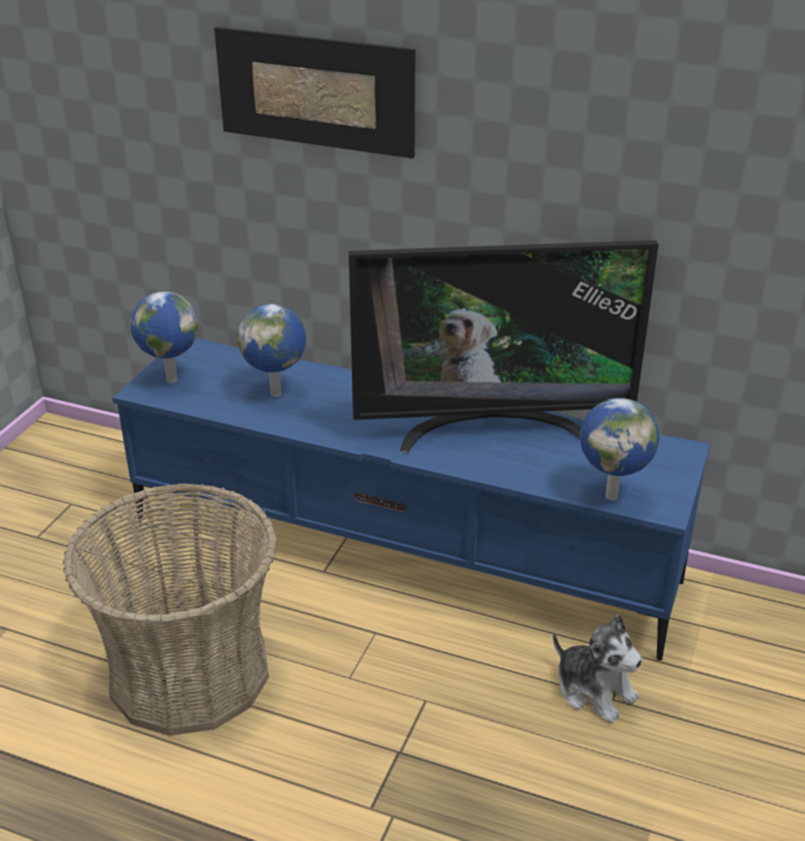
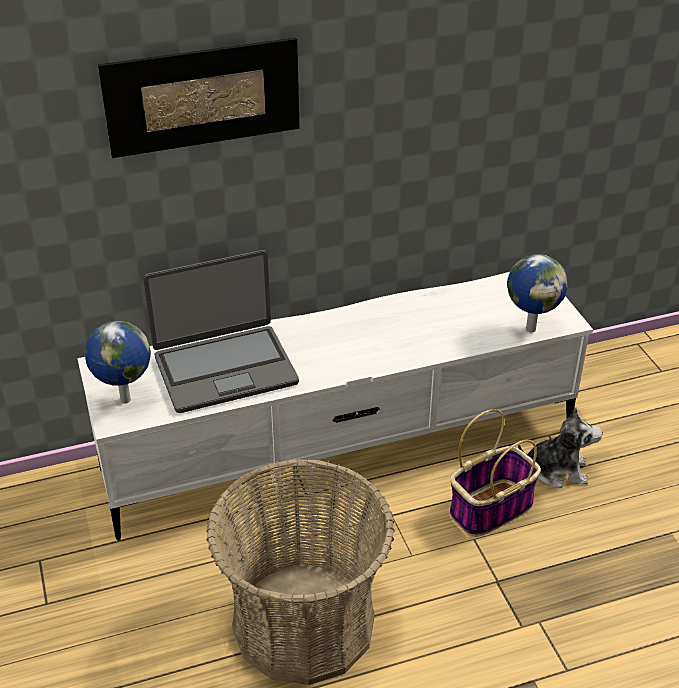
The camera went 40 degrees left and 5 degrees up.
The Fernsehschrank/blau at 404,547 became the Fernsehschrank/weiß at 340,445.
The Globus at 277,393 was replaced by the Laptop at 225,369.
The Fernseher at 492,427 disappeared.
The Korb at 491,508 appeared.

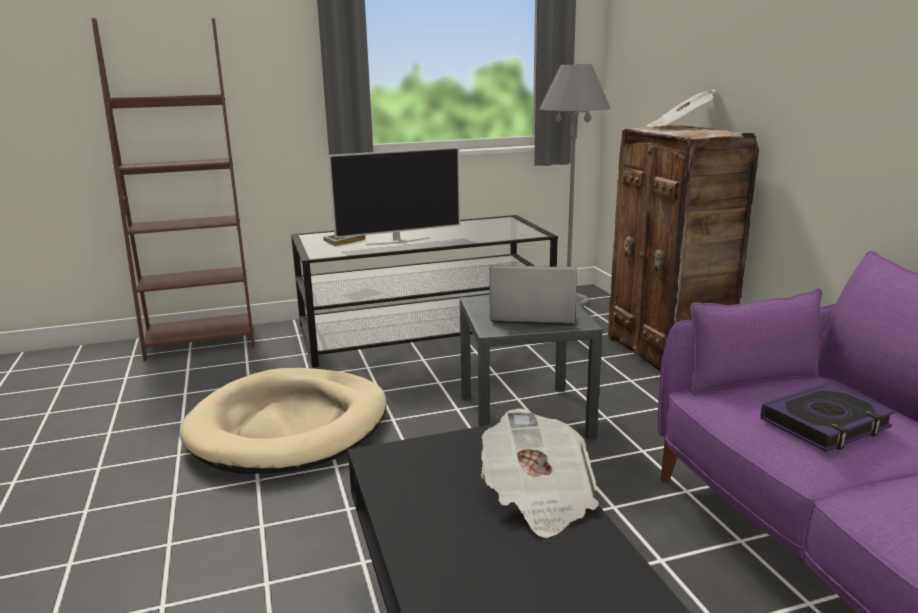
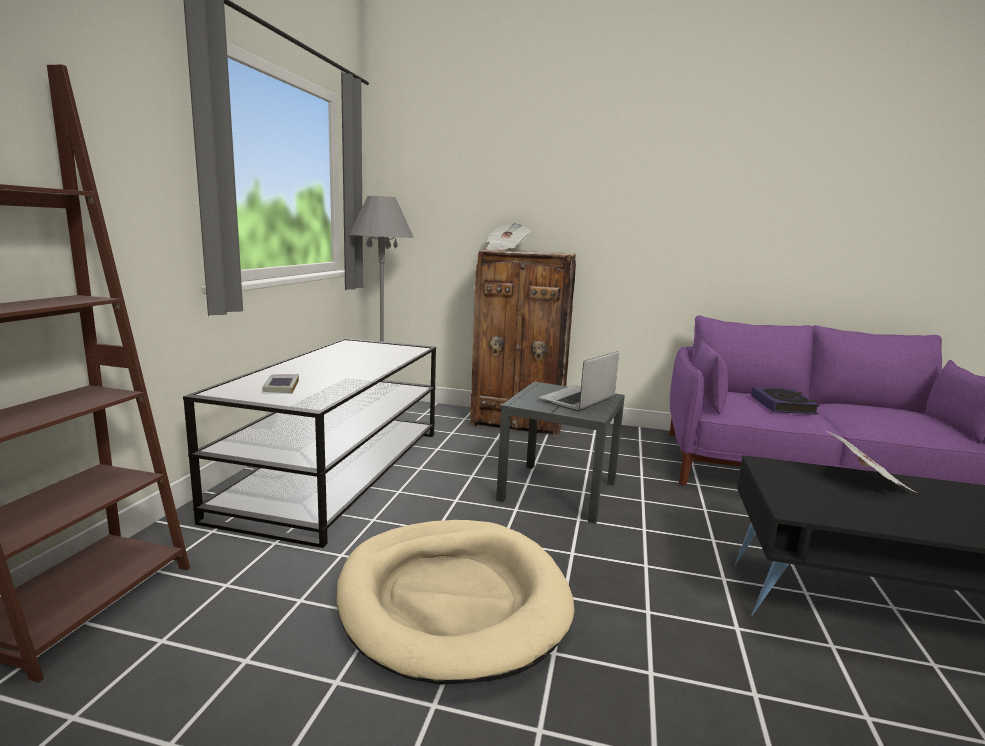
The camera went 60 degrees left and 5 degrees down.
The Fernseher at 398,241 disappeared.

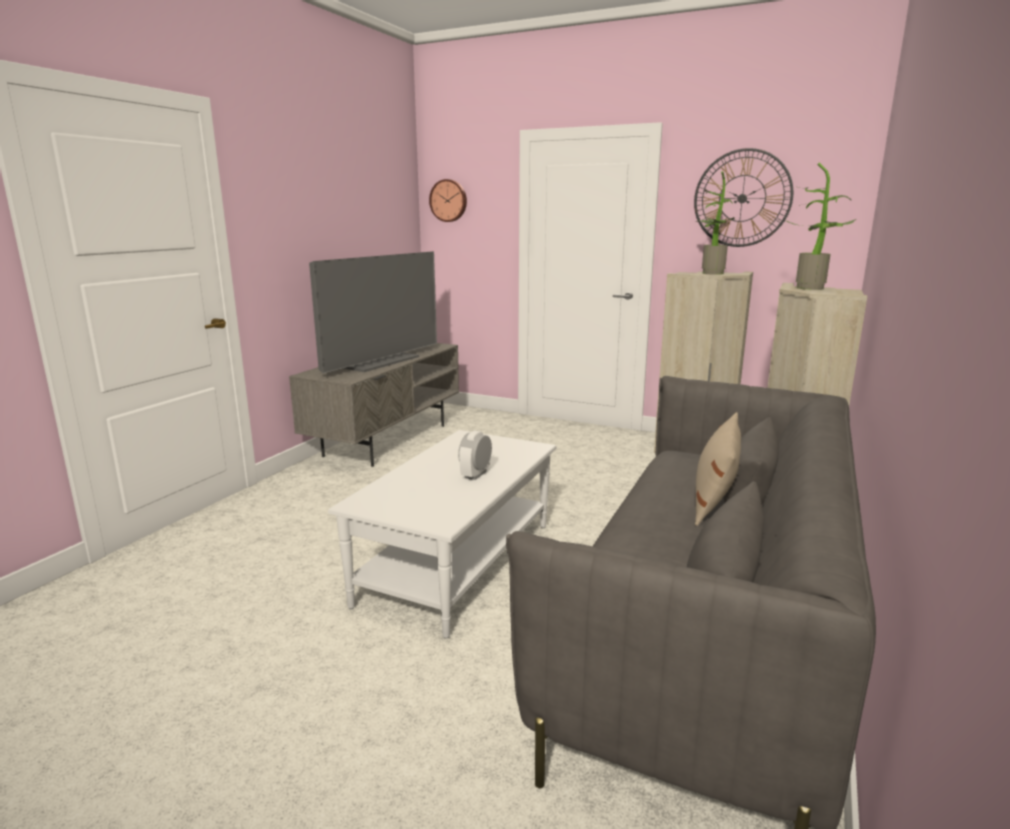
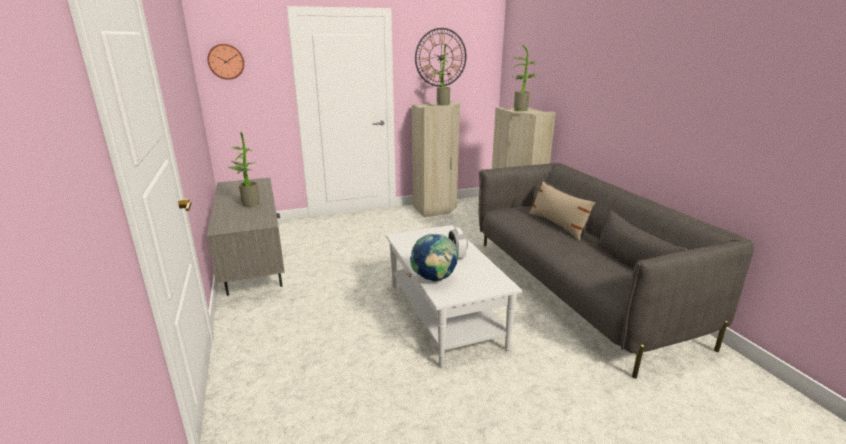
The camera went 45 degrees left and 5 degrees up.
The Fernseher at 379,361 was replaced by the Topfpflanze at 248,204.
The Globus at 434,279 appeared.

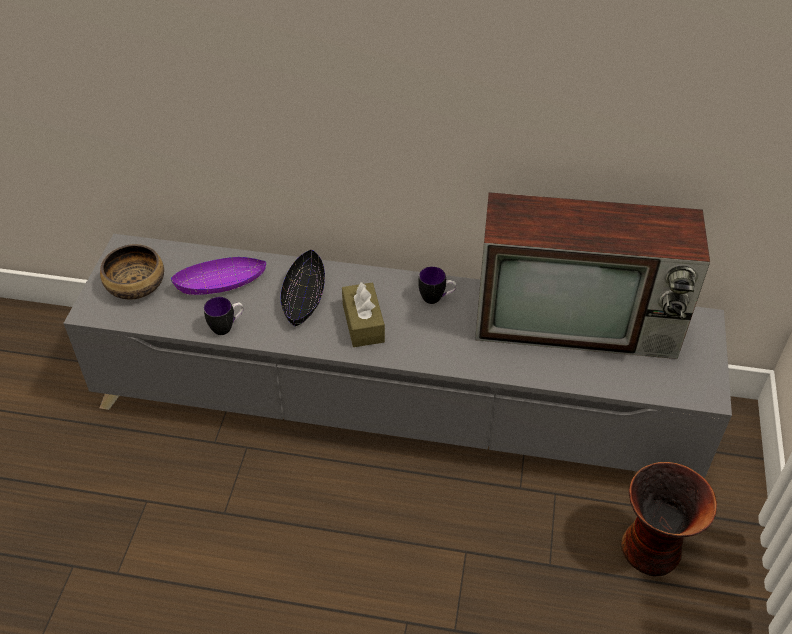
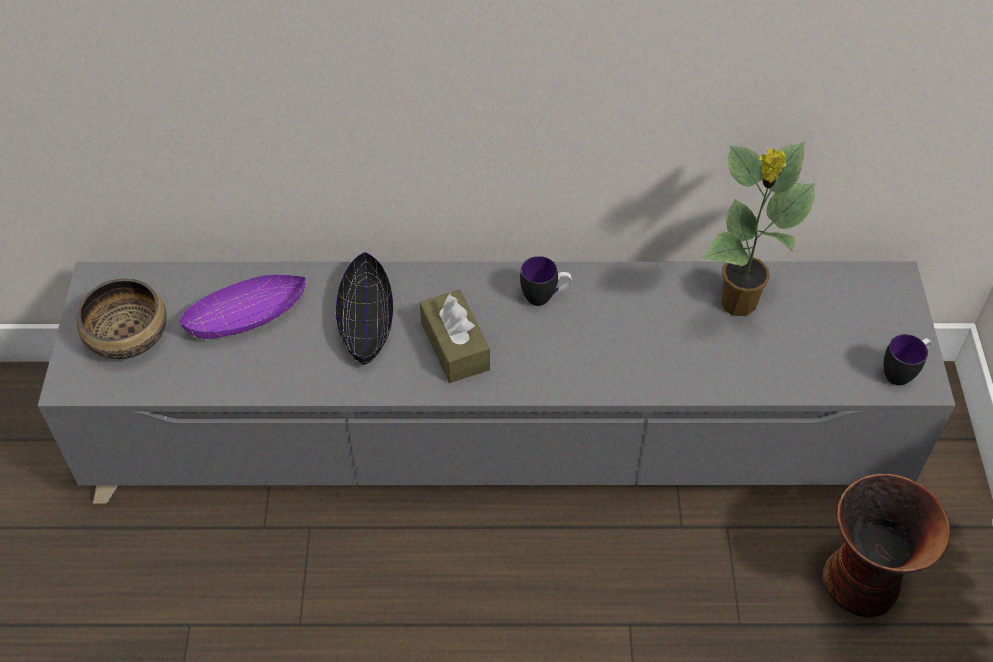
The camera went 10 degrees left and 5 degrees up.
The Henkelbecher moved from 227,327 to 902,372.
The Fernseher at 579,322 was replaced by the Topfpflanze at 738,305.

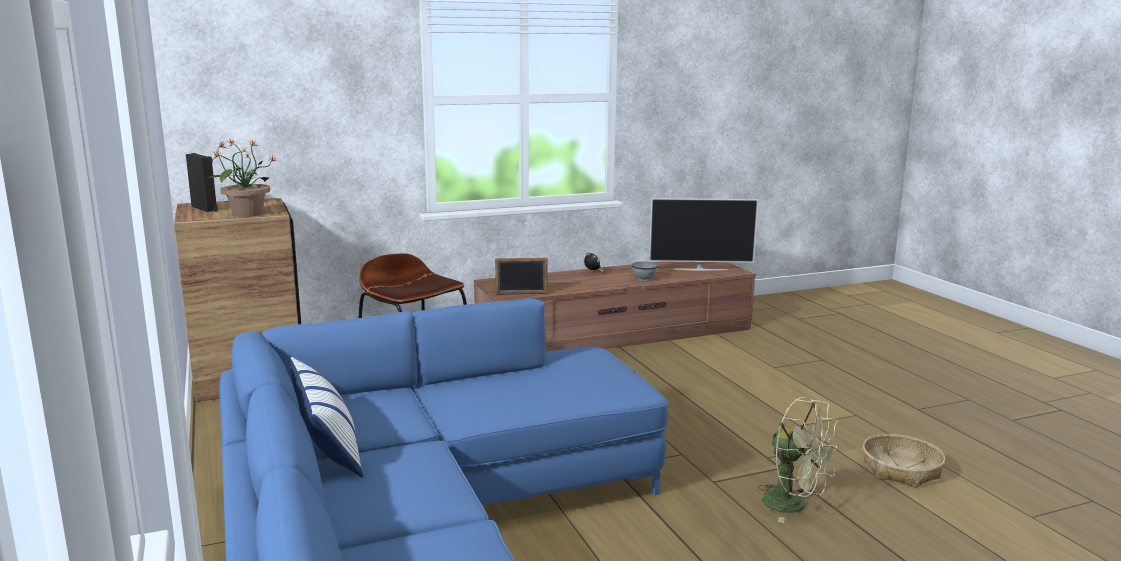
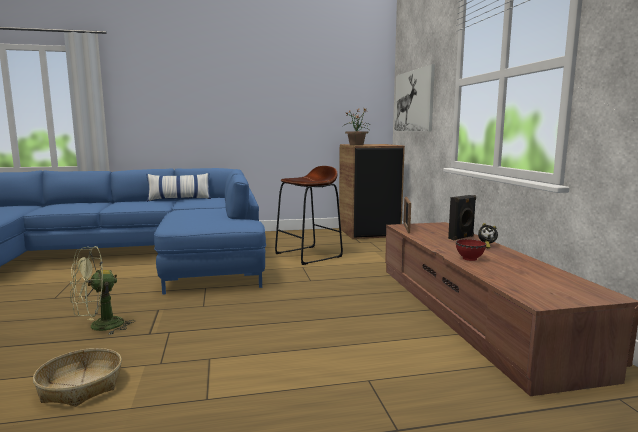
The camera went 100 degrees right and 5 degrees down.
The Lautsprecher/schwarz moved from 205,209 to 461,237.
The Schüssel/grau at 644,279 became the Schüssel/rot at 470,258.
The Fernseher at 700,269 disappeared.
The Bild at 413,101 appeared.

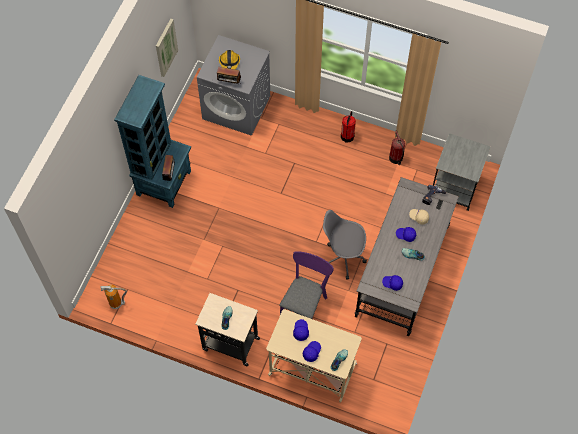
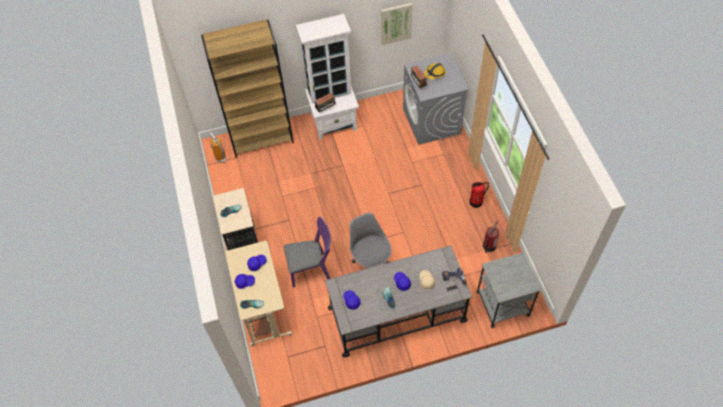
The camera went 55 degrees right and 5 degrees down.
The Schrank/blau at 164,183 became the Schrank/weiß at 334,122.
The Bücherregal/braun at 262,138 appeared.

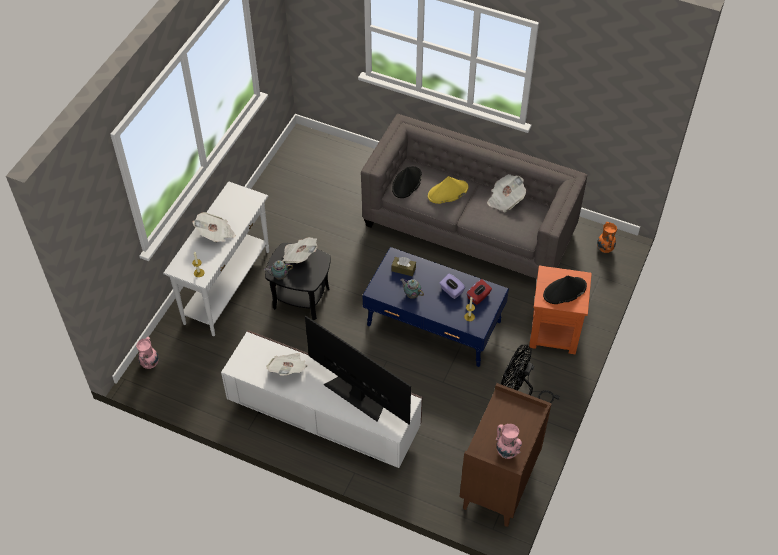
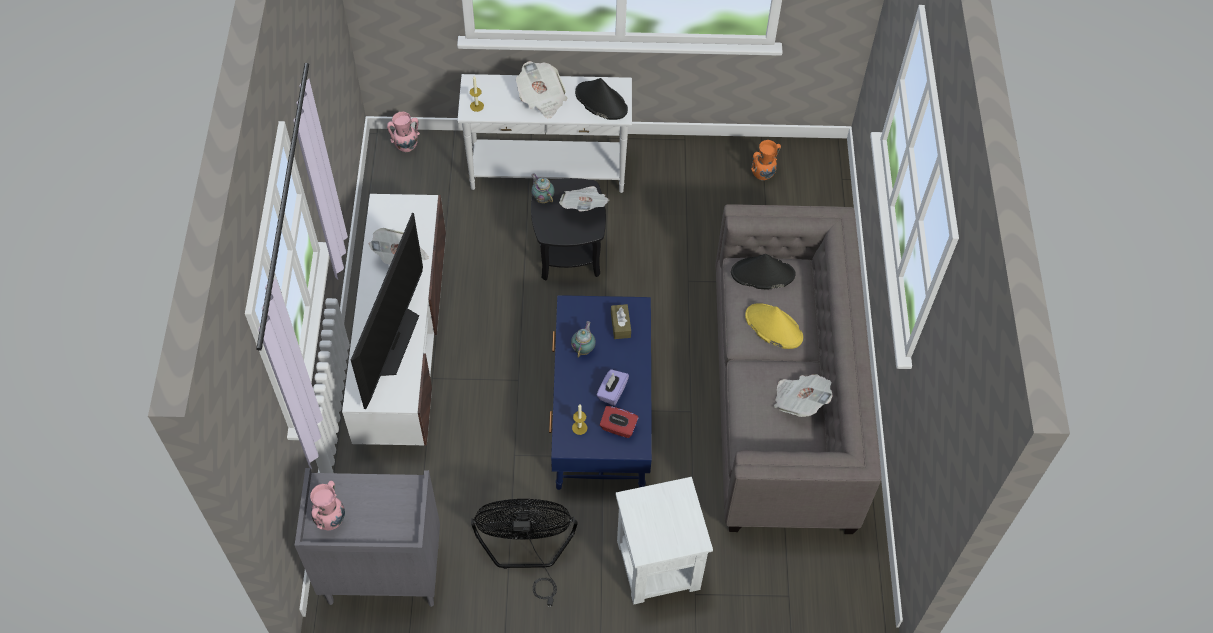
The camera went 65 degrees right and 5 degrees up.
The Schrank/braun at 498,486 became the Schrank/grau at 383,574.
The Beistelltisch/orange at 553,332 became the Beistelltisch/weiß at 657,564.
The Hut/schwarz moved from 564,291 to 601,101.
The Vase/orange moved from 605,249 to 763,175.

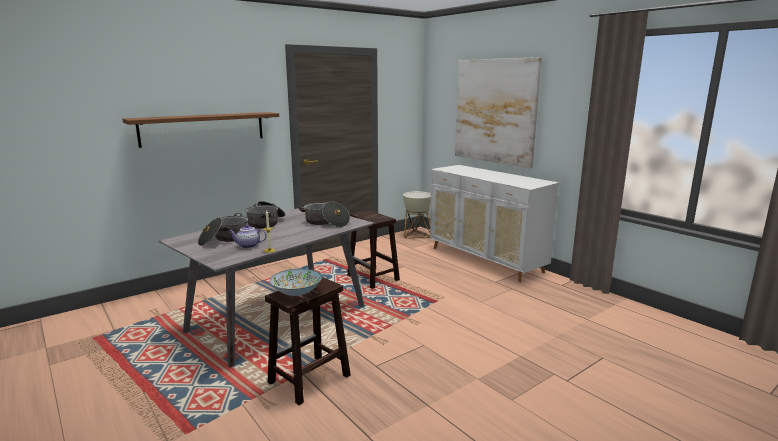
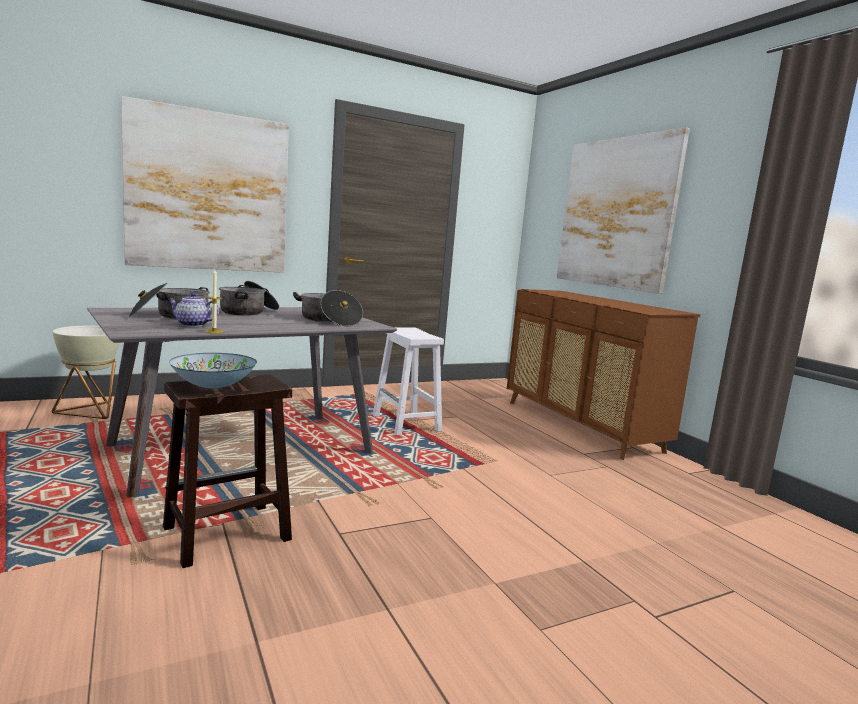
The camera went 10 degrees right and 5 degrees down.
The Wandregal/braun at 203,128 was replaced by the Bild at 209,192.
The Hocker/braun at 373,278 became the Hocker/weiß at 407,423.
The Pflanzkübel moved from 417,235 to 91,411.
The Schrank/weiß at 485,260 became the Schrank/braun at 580,425.

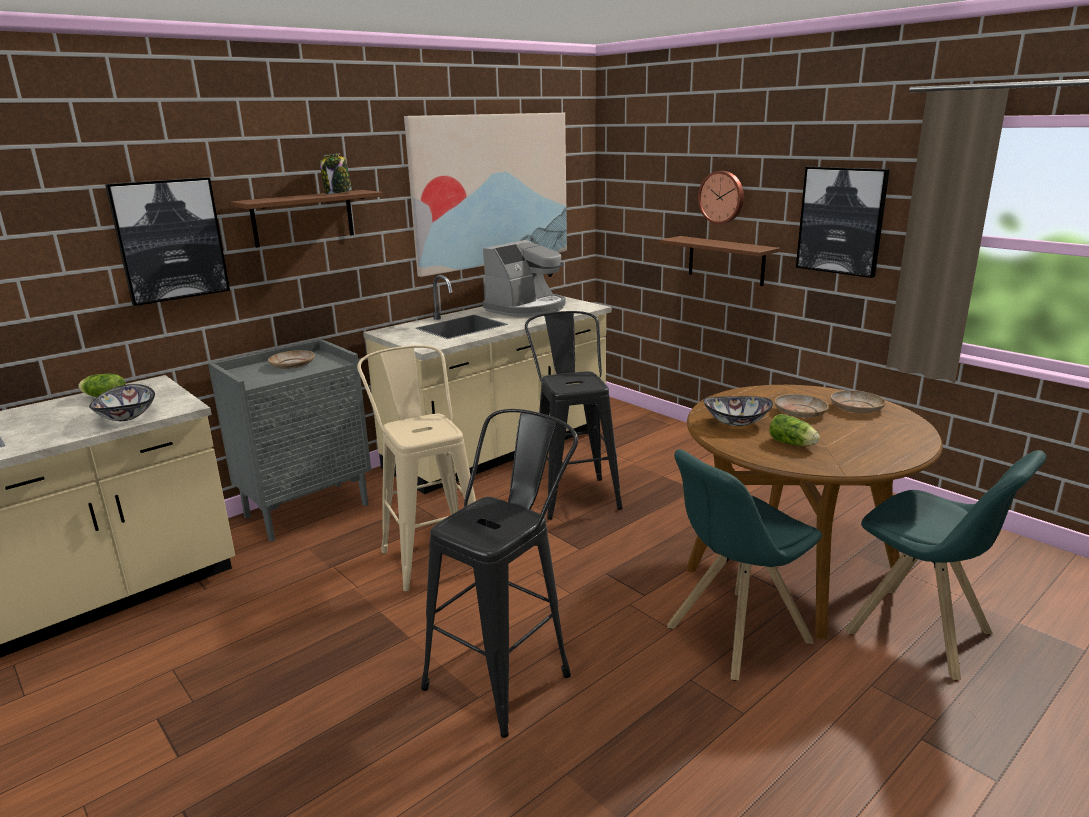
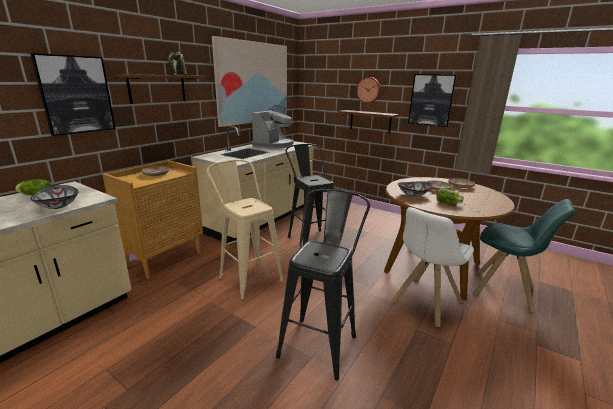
The camera went 15 degrees left and 0 degrees up.
The Schrank/grau at 308,510 became the Schrank/braun at 165,259.
The Stuhl/türkis at 736,634 became the Stuhl/weiß at 425,302.

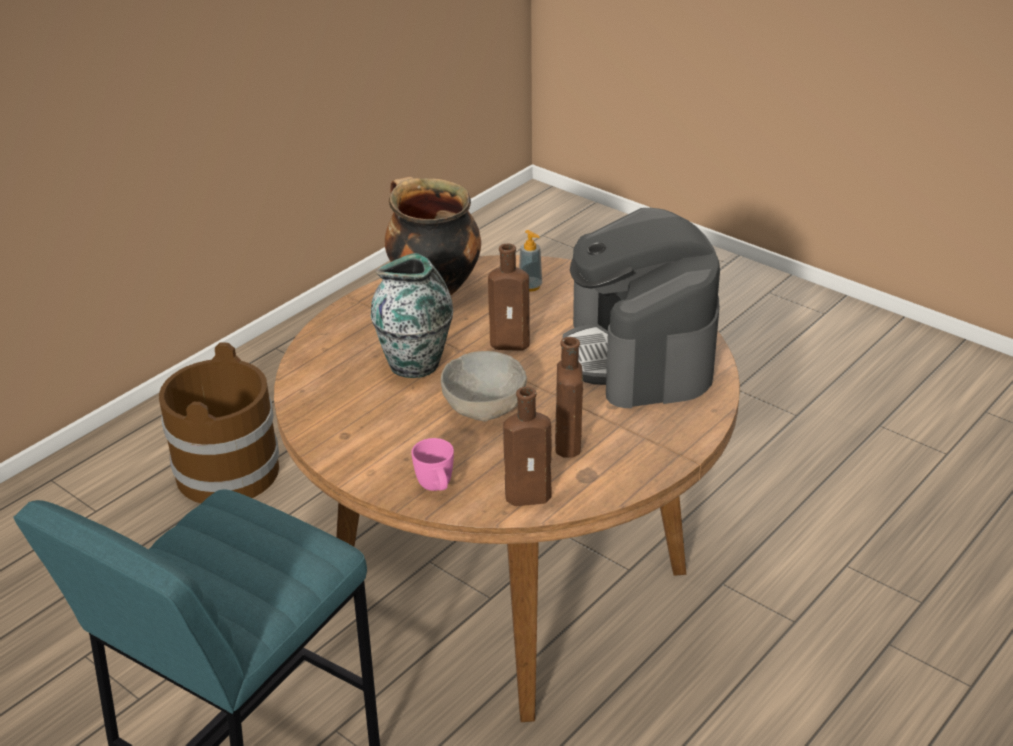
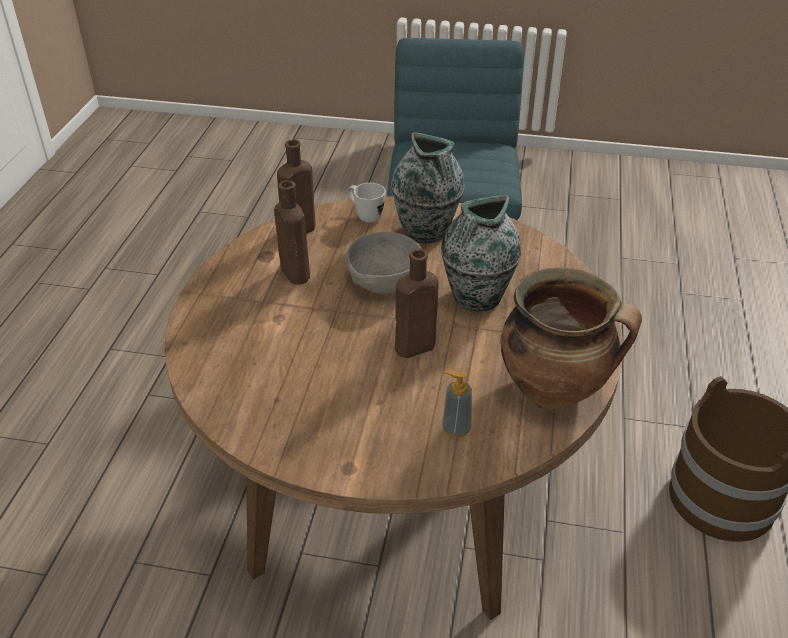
The camera went 150 degrees right and 5 degrees up.
The Henkelbecher/rosa at 437,489 became the Henkelbecher/weiß at 365,216.
The Kaffeemaschine at 639,355 disappeared.
The Vase at 426,232 appeared.

